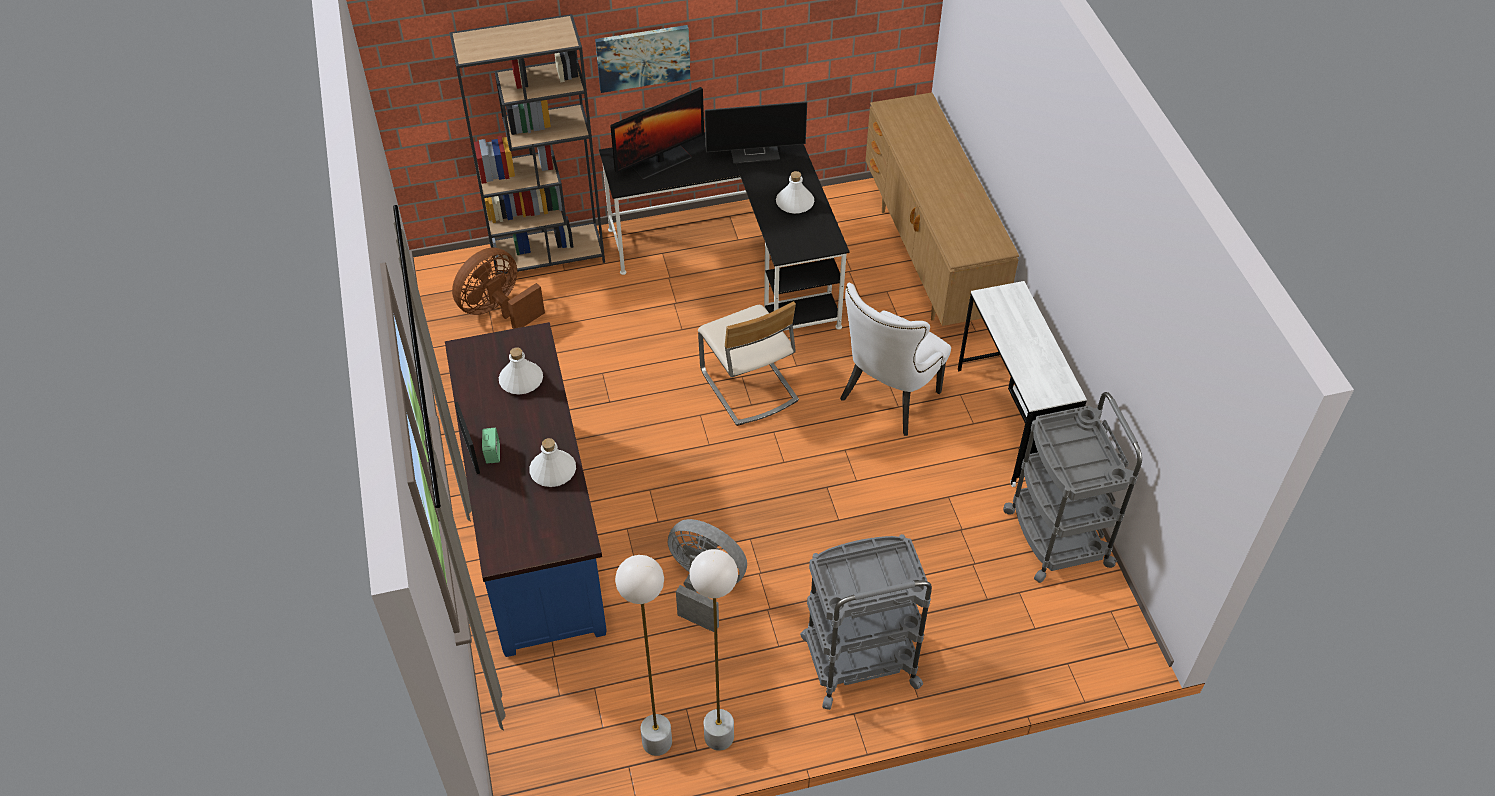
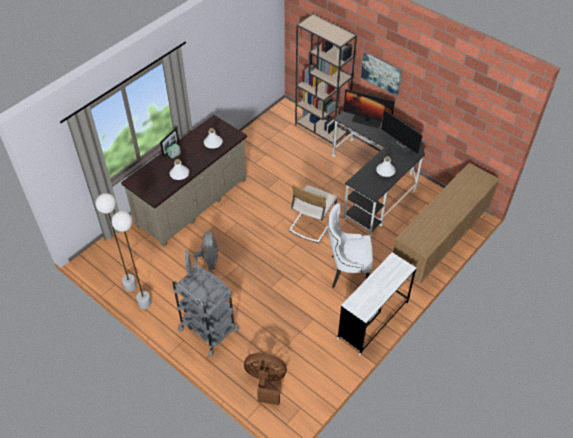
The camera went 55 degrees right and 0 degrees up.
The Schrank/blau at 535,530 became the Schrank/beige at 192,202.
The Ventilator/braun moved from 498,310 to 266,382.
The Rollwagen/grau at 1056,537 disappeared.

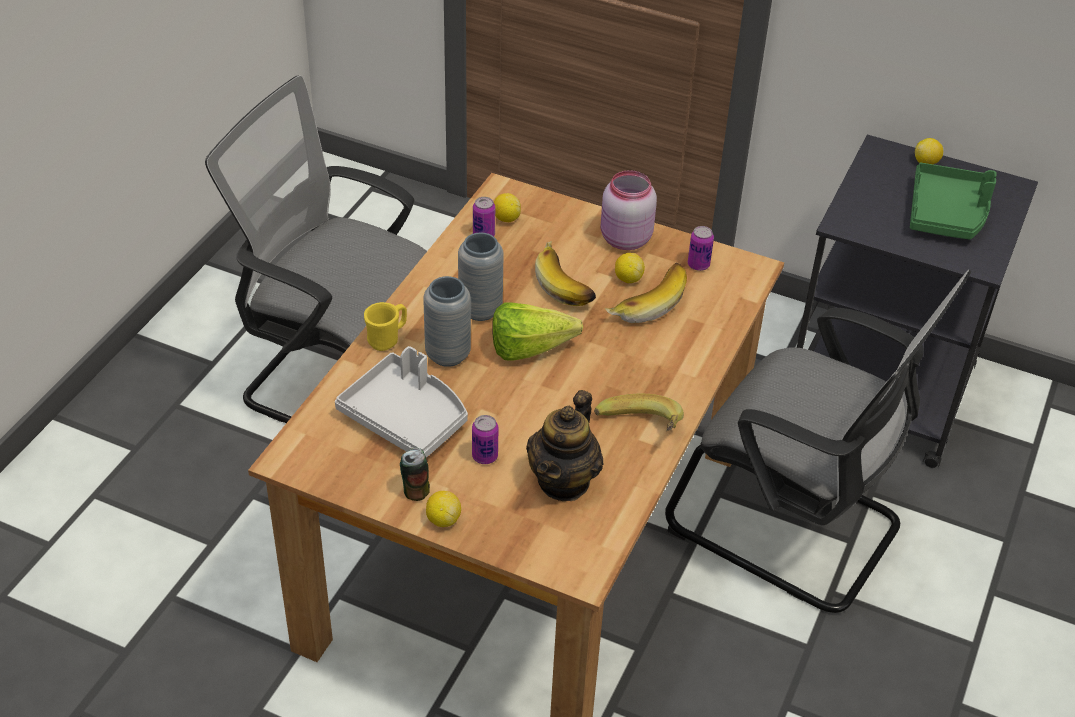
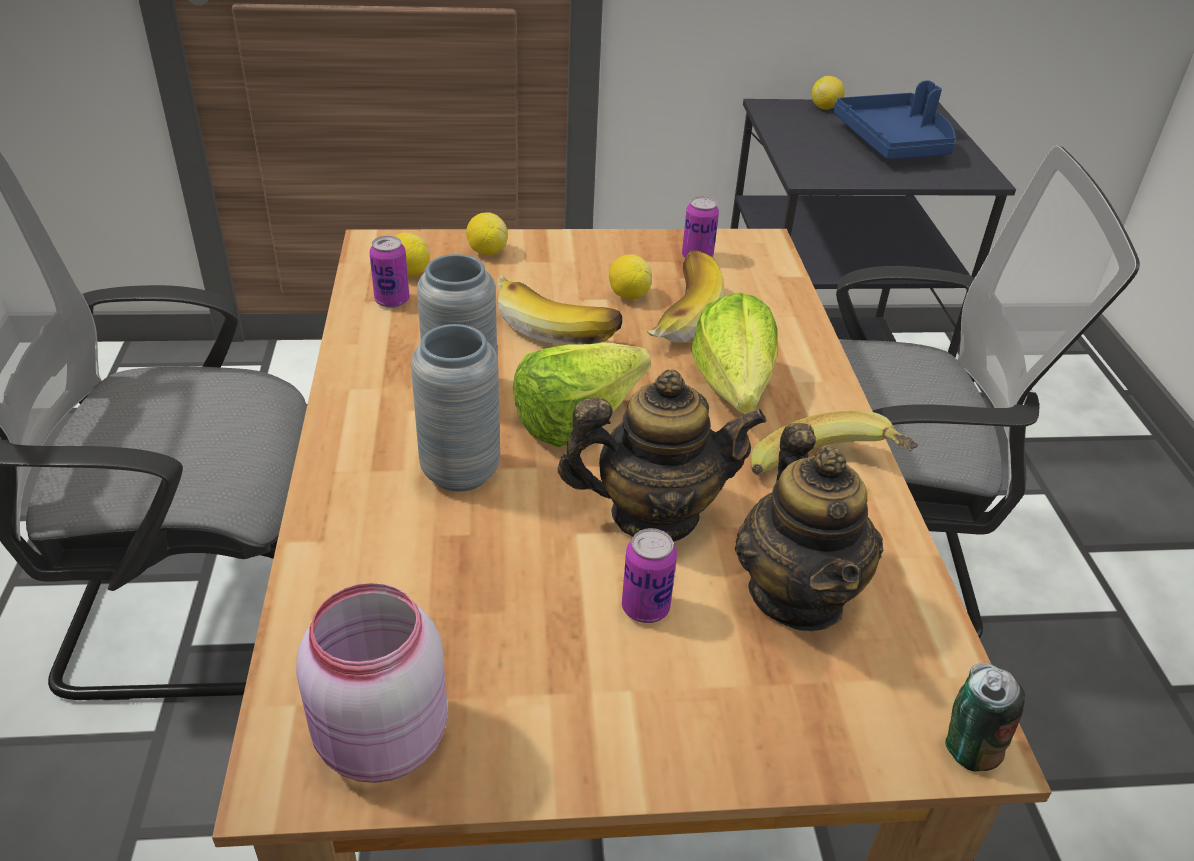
The camera went 30 degrees left and 5 degrees down.
The Tablett/grau at 406,417 disappeared.
The Henkelbecher/gelb at 387,339 disappeared.
The Dose moved from 415,491 to 968,748.
The Zitrone moved from 443,519 to 487,252.
The Vorratsglas/rosa moved from 624,239 to 379,742.
The Tablett/grün at 948,213 became the Tablett/blau at 895,142.
The Teekanne at 654,514 appeared.
The Salatkopf at 731,396 appeared.

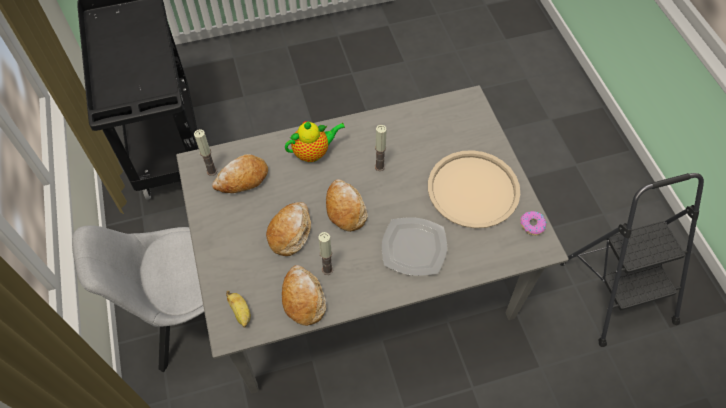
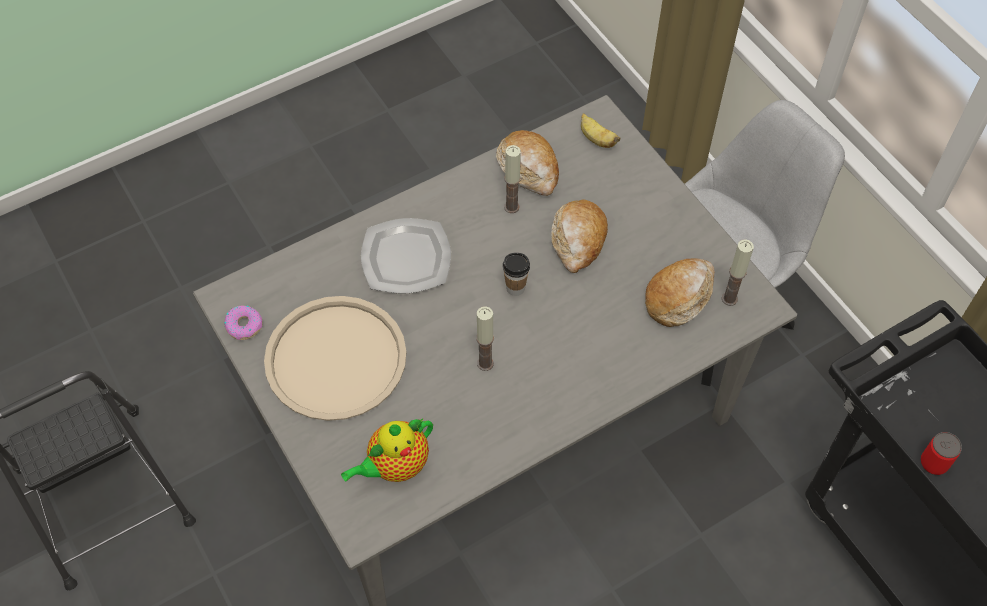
The camera went 165 degrees right and 0 degrees up.
The Teekanne moved from 313,152 to 395,466.
The Brot at 345,209 was replaced by the Tasse at 515,288.
The Dose at 934,463 appeared.

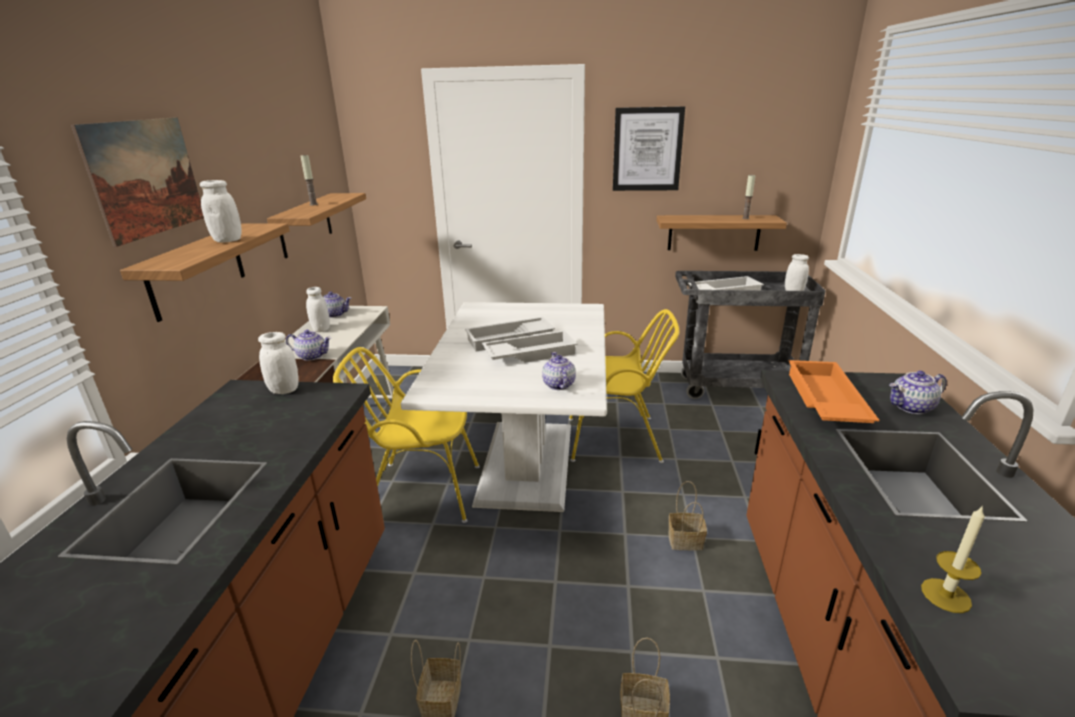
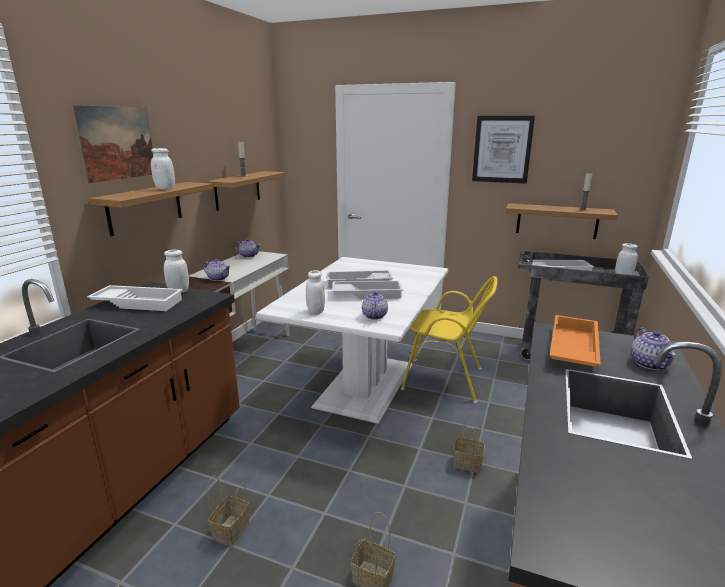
The camera went 15 degrees right and 5 degrees down.
The Vorratsglas/weiß moved from 321,329 to 315,311.
The Stuhl/gelb at 419,491 disappeared.
The Teekanne at 911,407 turned 90 degrees counterclockwise.
The Kerze at 946,595 disappeared.
The Tablett/weiß at 139,302 appeared.

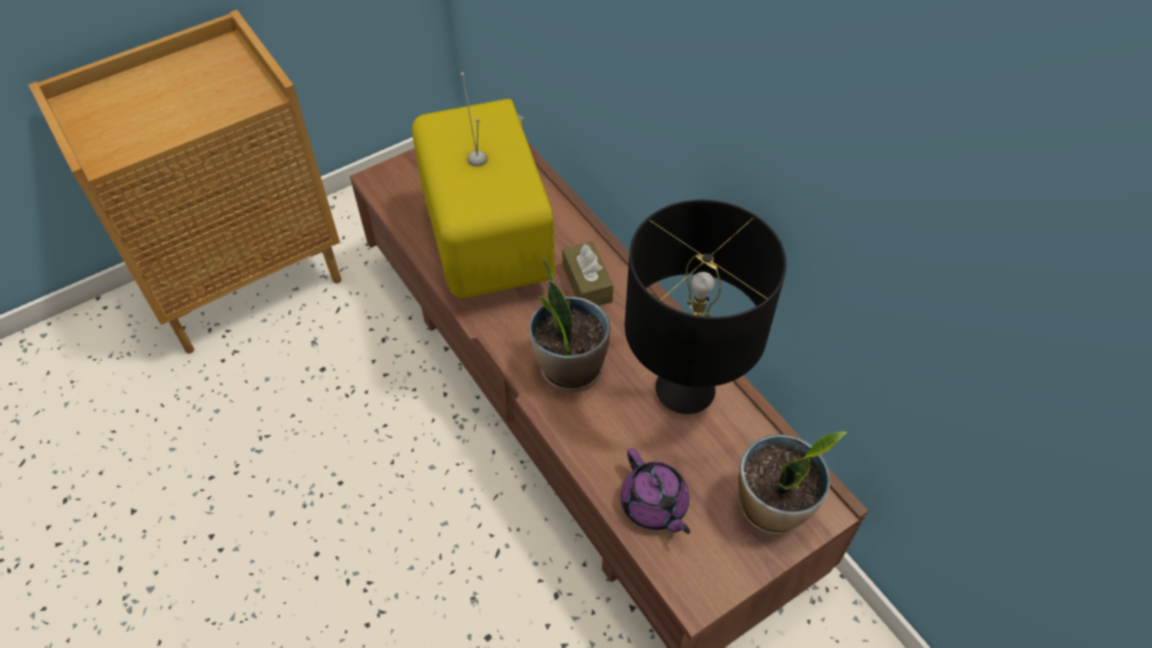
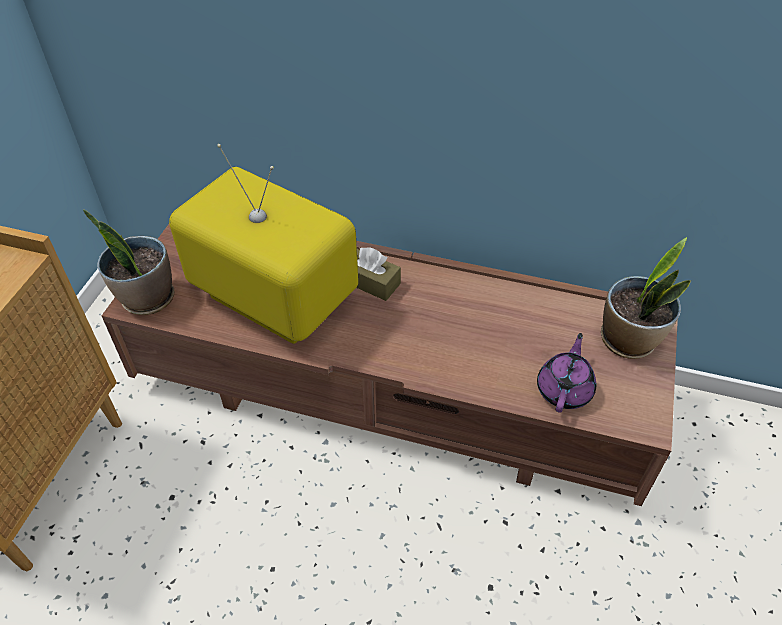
The camera went 40 degrees left and 5 degrees down.
The Topfpflanze moved from 569,367 to 147,298.
The Teekanne/lila at 654,505 turned 90 degrees counterclockwise.
The Tischlampe/schwarz at 684,393 disappeared.

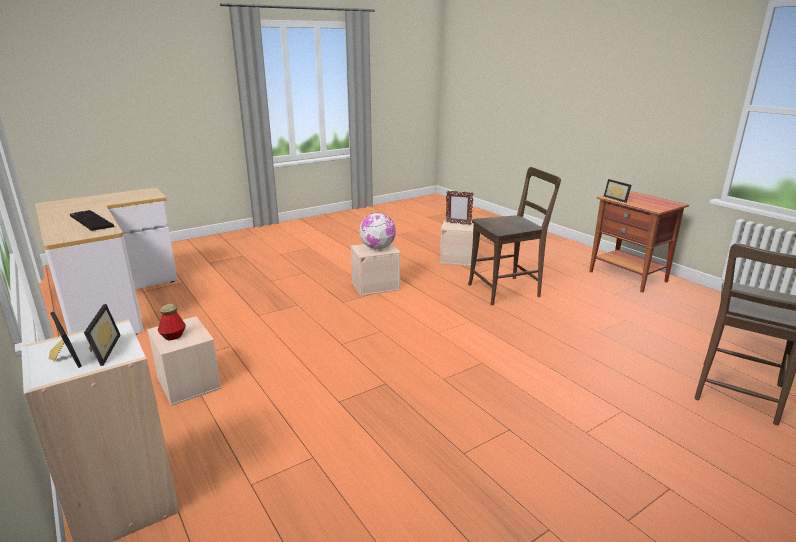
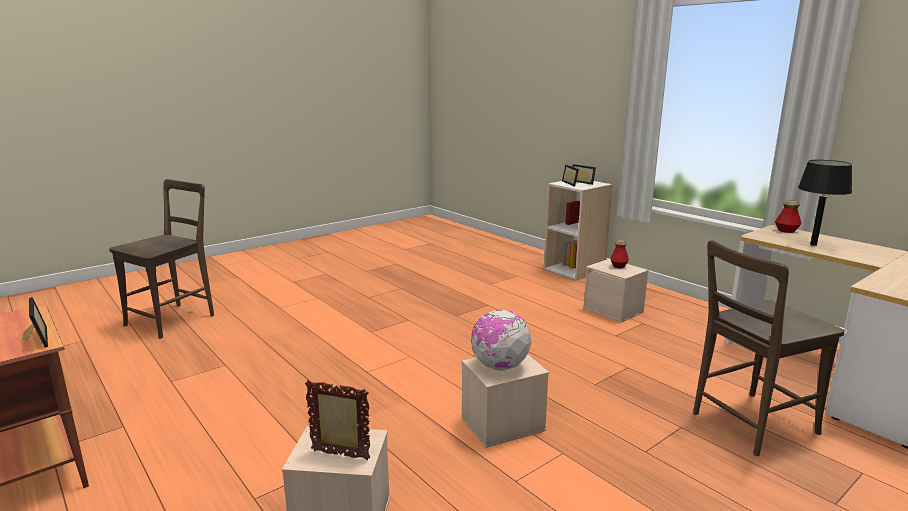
The camera went 175 degrees right and 5 degrees down.
The Tastatur at 90,221 was replaced by the Tischlampe/schwarz at 813,245.
The Stuhl/braun moved from 507,290 to 749,424.
The Flasche at 786,231 appeared.

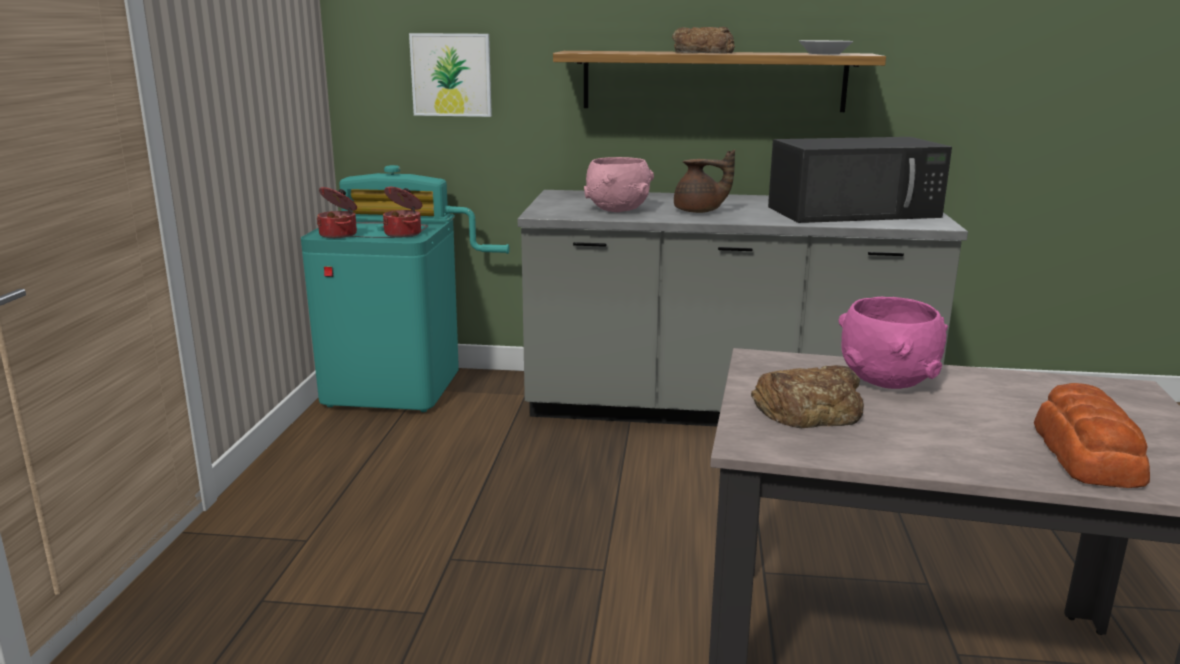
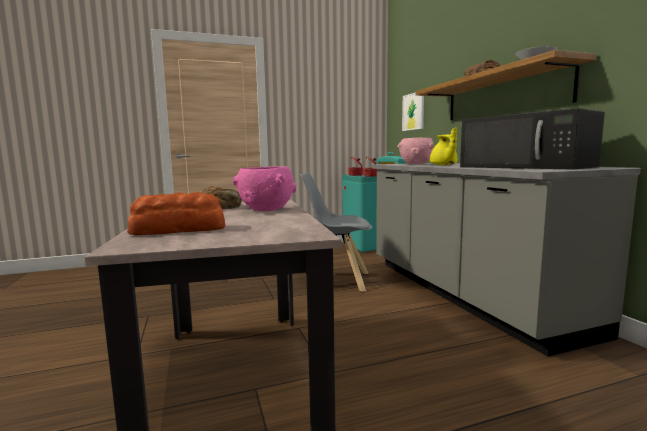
The camera went 65 degrees right and 10 degrees down.
The Teekanne/braun at 699,211 became the Teekanne/gelb at 443,165.
The Stuhl/grau at 337,280 appeared.

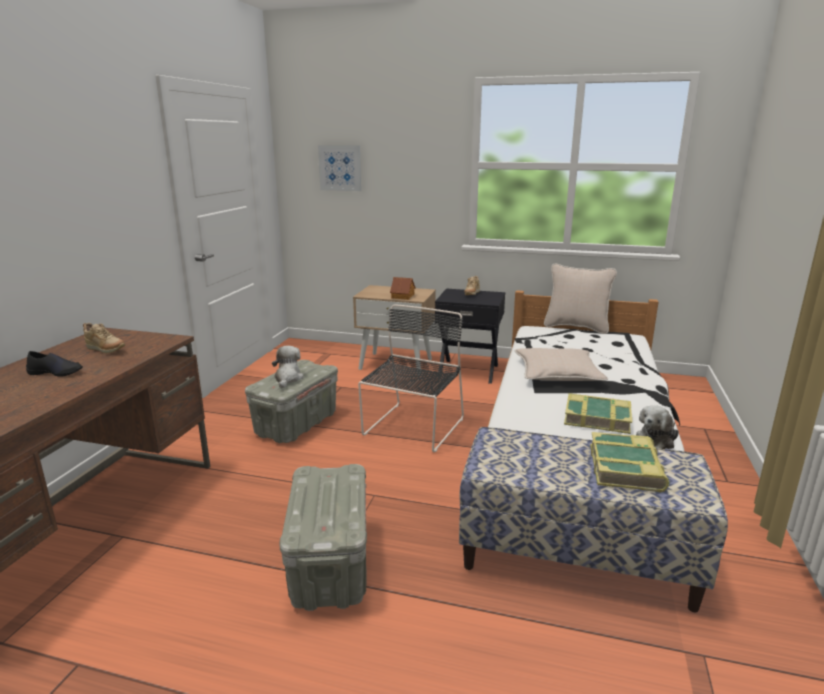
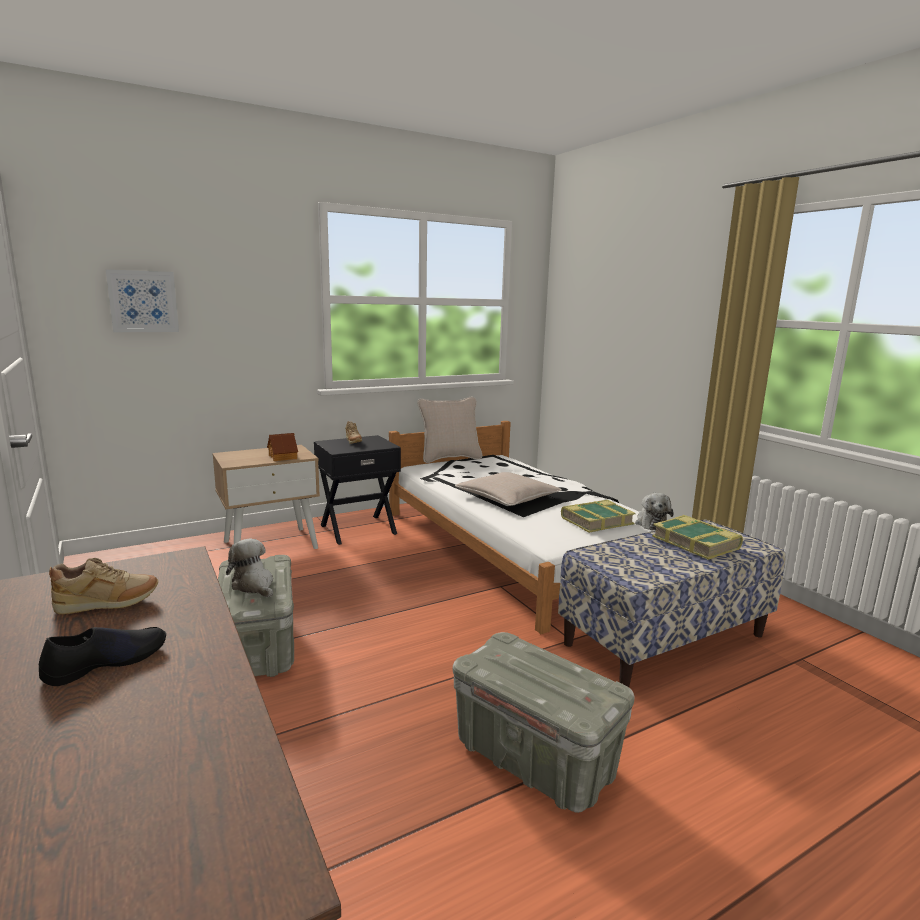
The camera went 45 degrees left and 5 degrees down.
The Stuhl/schwarz at 412,428 disappeared.

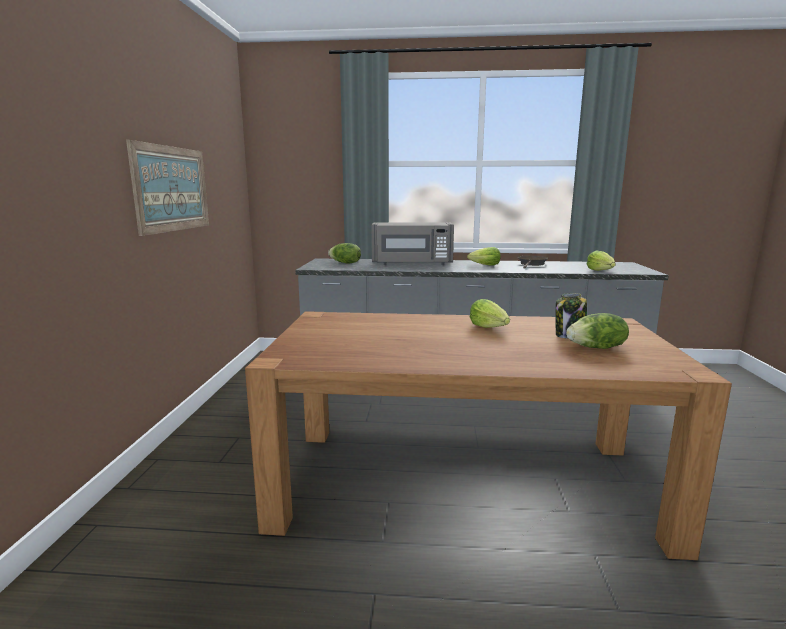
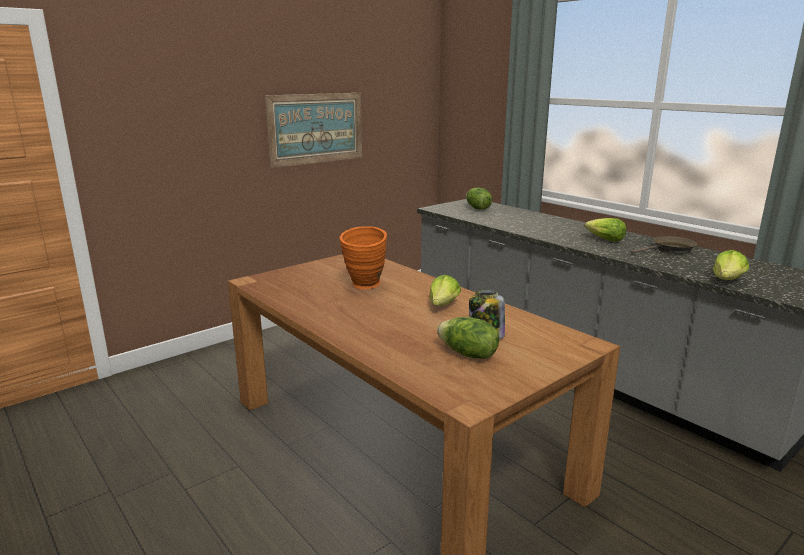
The camera went 45 degrees right and 5 degrees up.
The Mikrowelle/grau at 412,263 disappeared.
The Vase/orange at 365,287 appeared.

